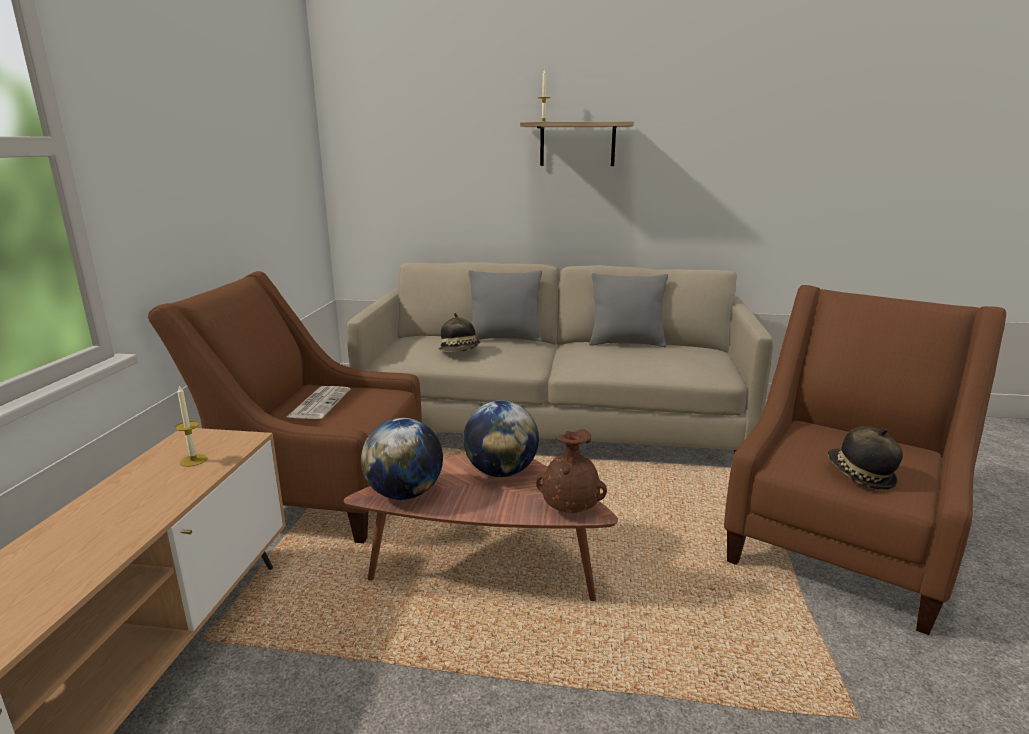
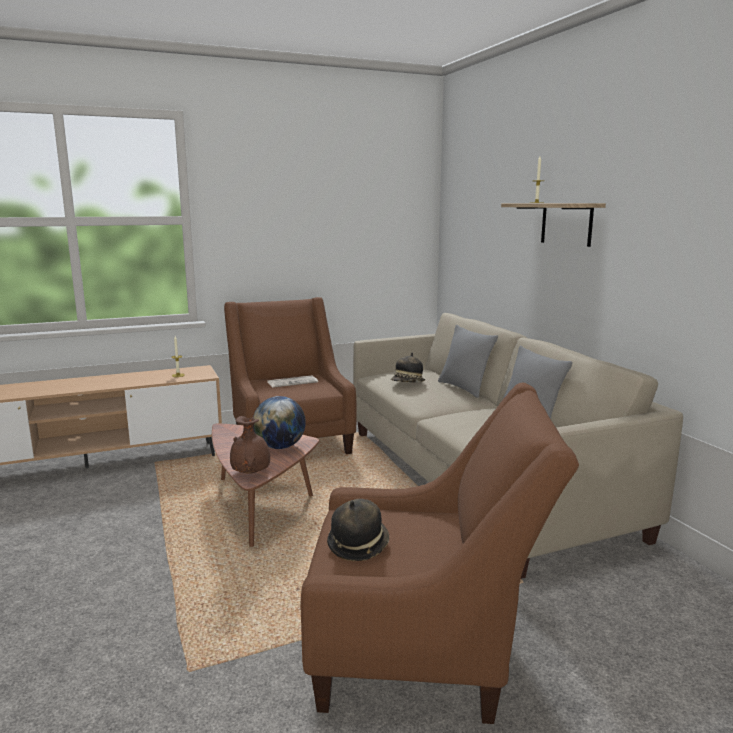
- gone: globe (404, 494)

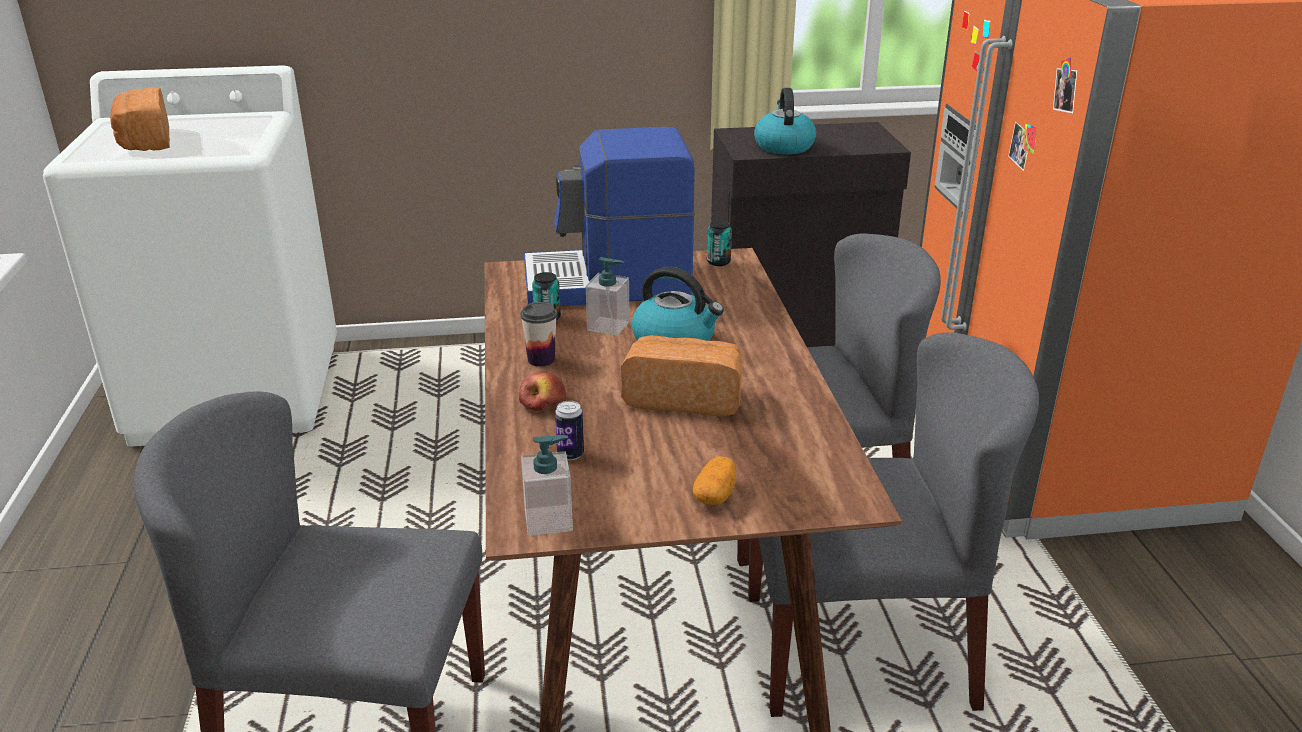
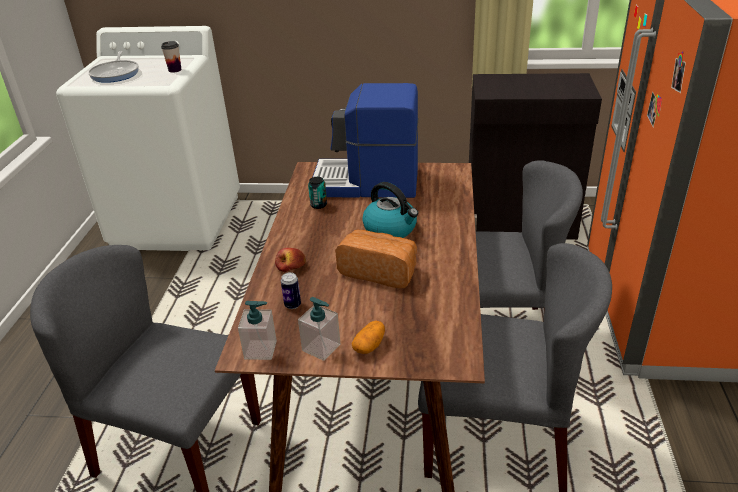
- swapped: bread (144, 141) to frying pan (116, 73)
- shifted: cup (541, 360) to (175, 70)
- shifted: soap dispenser (608, 326) to (321, 347)
- gone: can (718, 262)
- gone: kettle (783, 146)

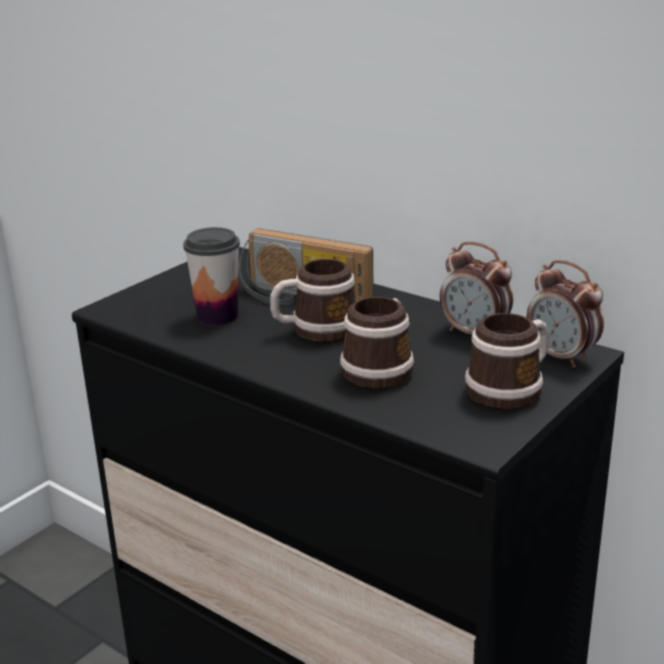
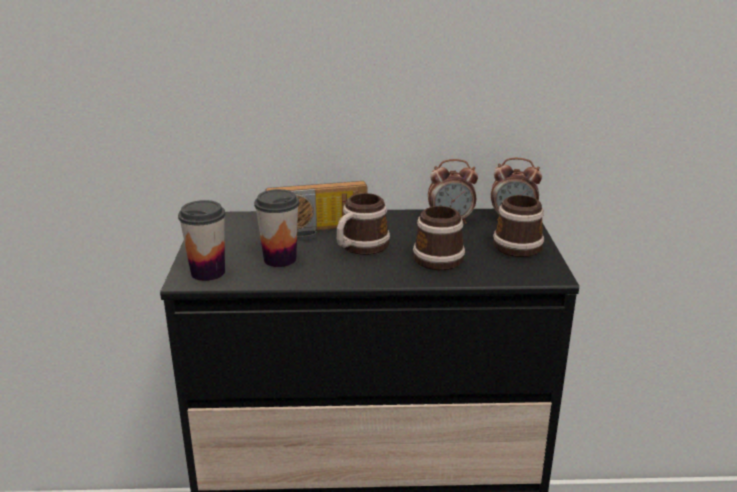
- new: cup (208, 272)

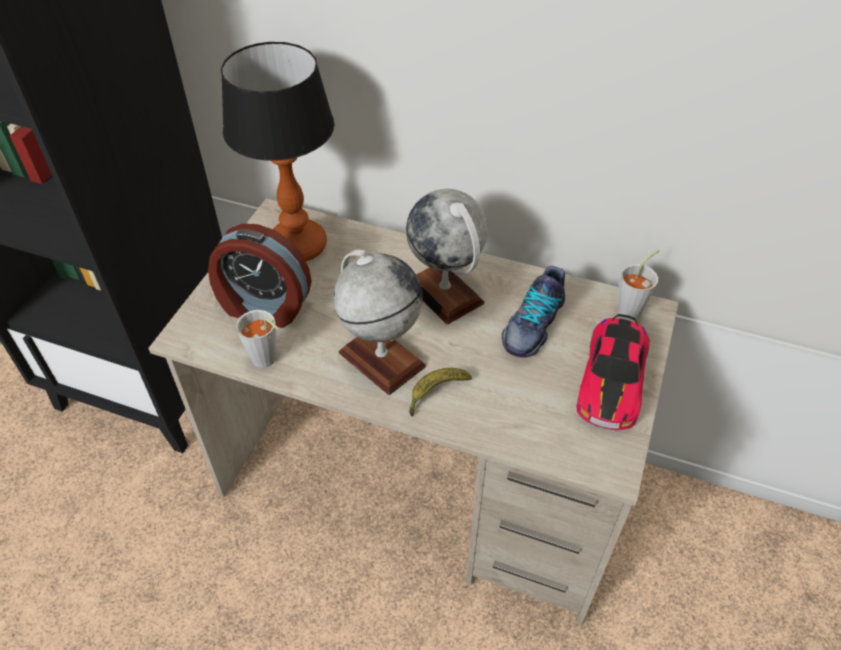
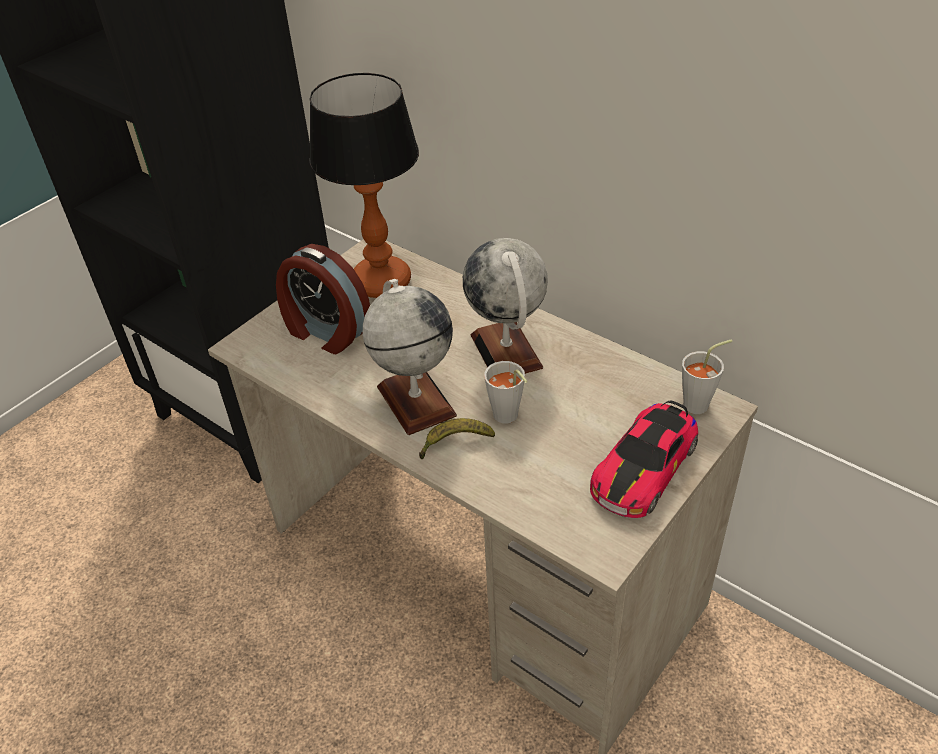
- shifted: cup (grey) (267, 362) to (508, 418)
- gone: shoe (532, 324)

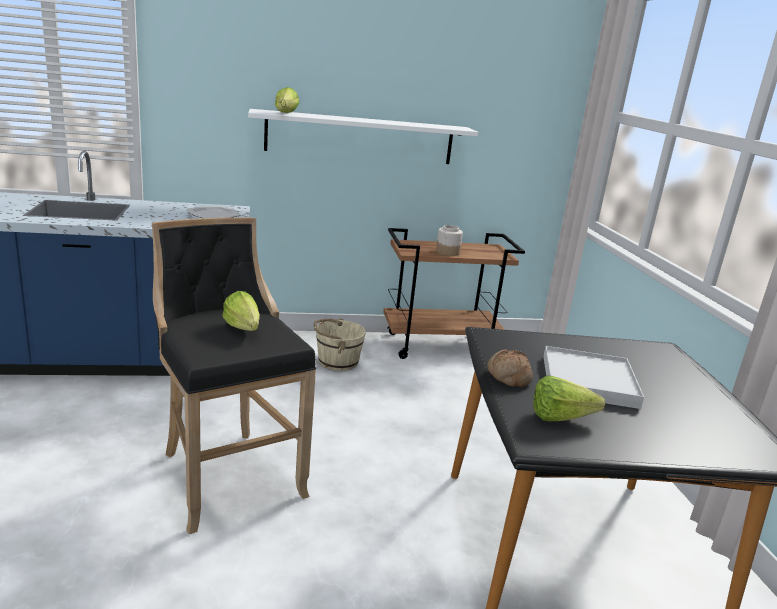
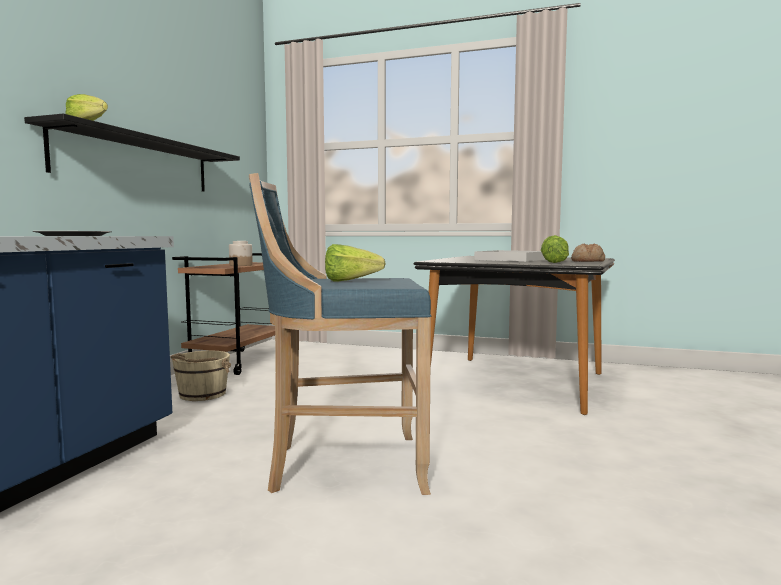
- repainted: shelf (white) (360, 138) to shelf (black) (137, 162)
- repainted: stool (black) (227, 474) to stool (blue) (342, 466)
- shifted: bread (508, 376) to (587, 261)

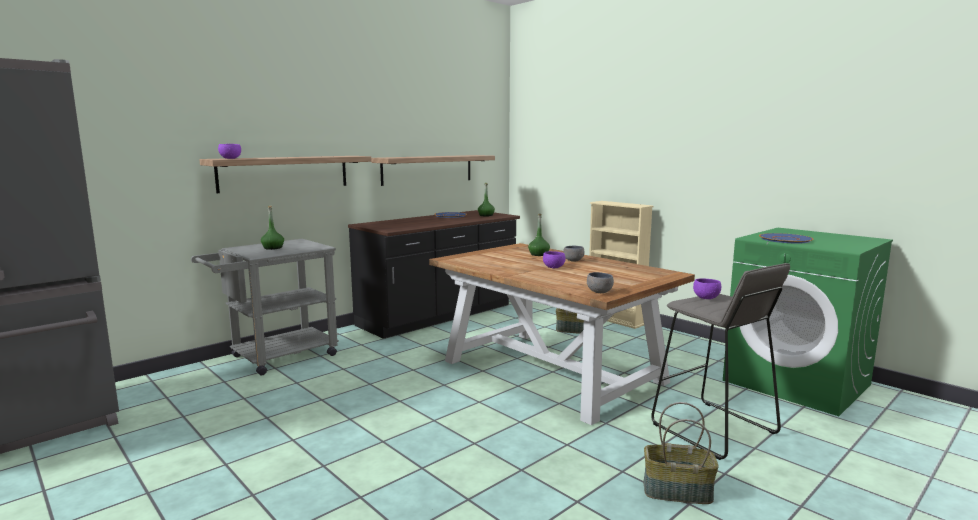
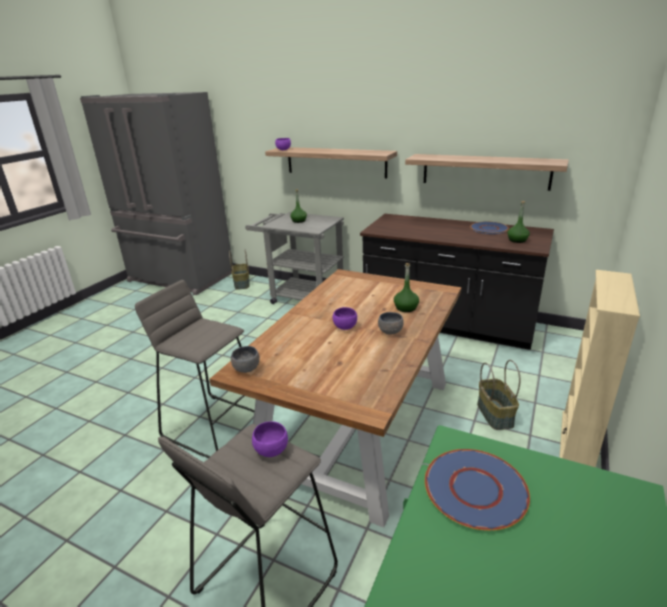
- new: stool (grey) (213, 425)
- shifted: basket (677, 492) to (241, 283)

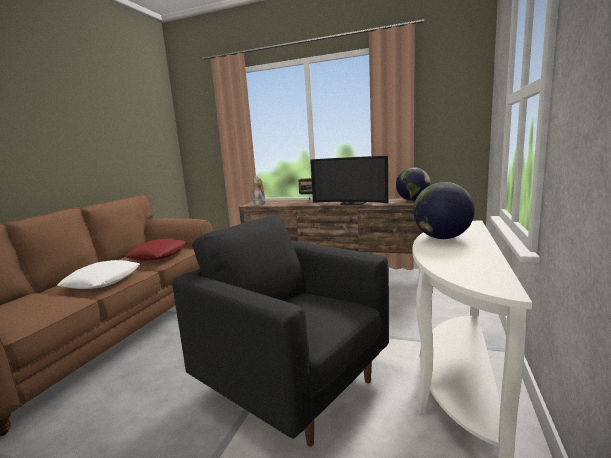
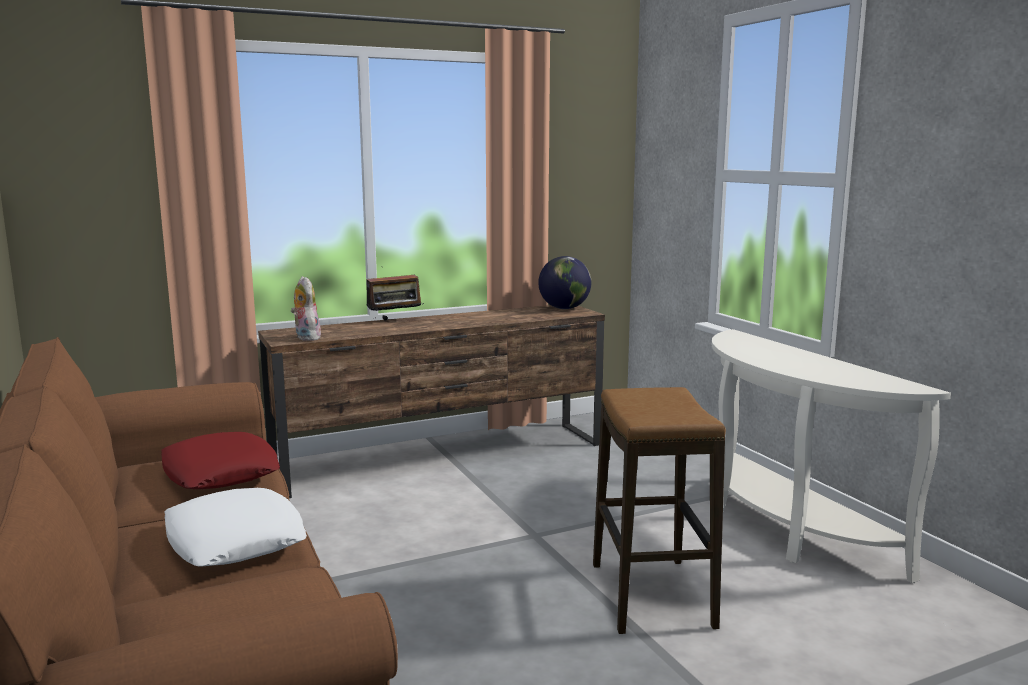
- swapped: armchair (black) (295, 385) to stool (651, 595)
- gone: television (352, 203)
- gone: globe (442, 238)

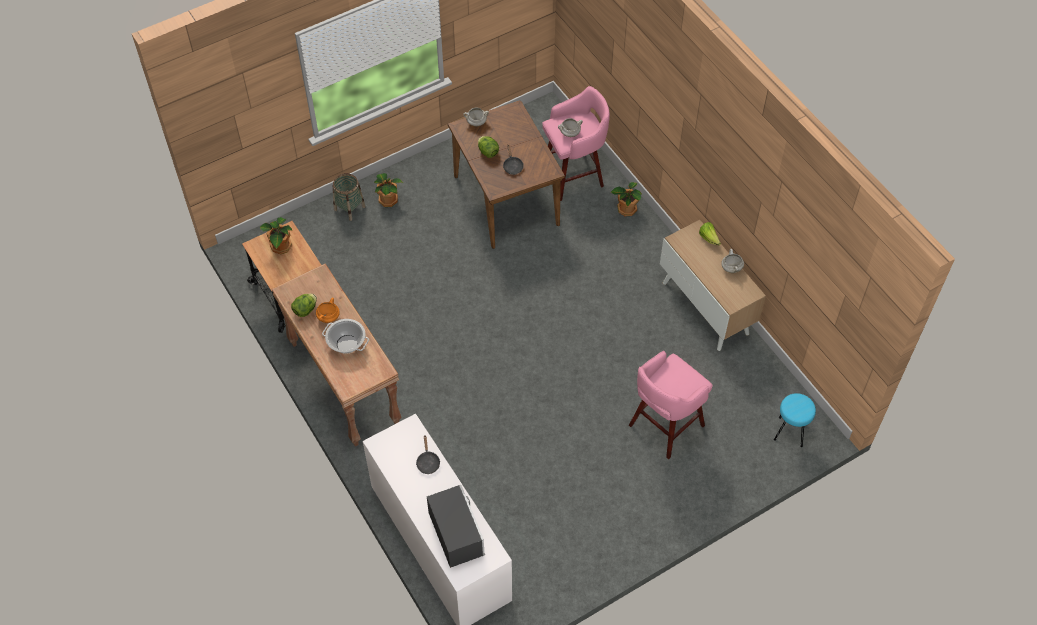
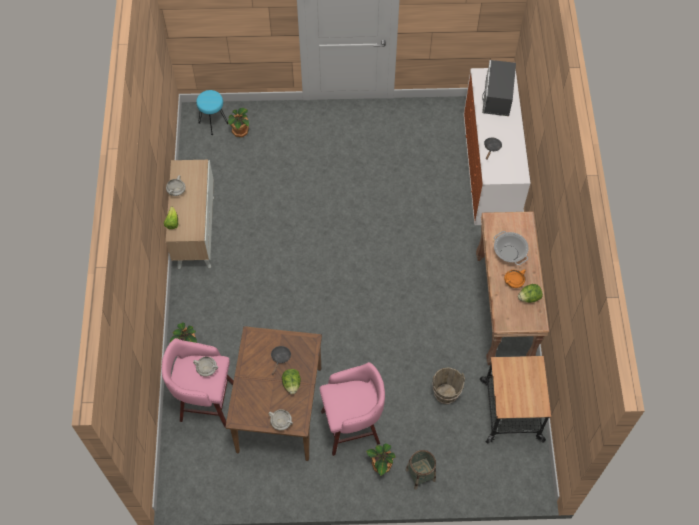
- shifted: potted plant (280, 247) to (241, 131)
- shifted: stool (pink) (664, 427) to (352, 427)
- new: bucket (brown) (445, 394)

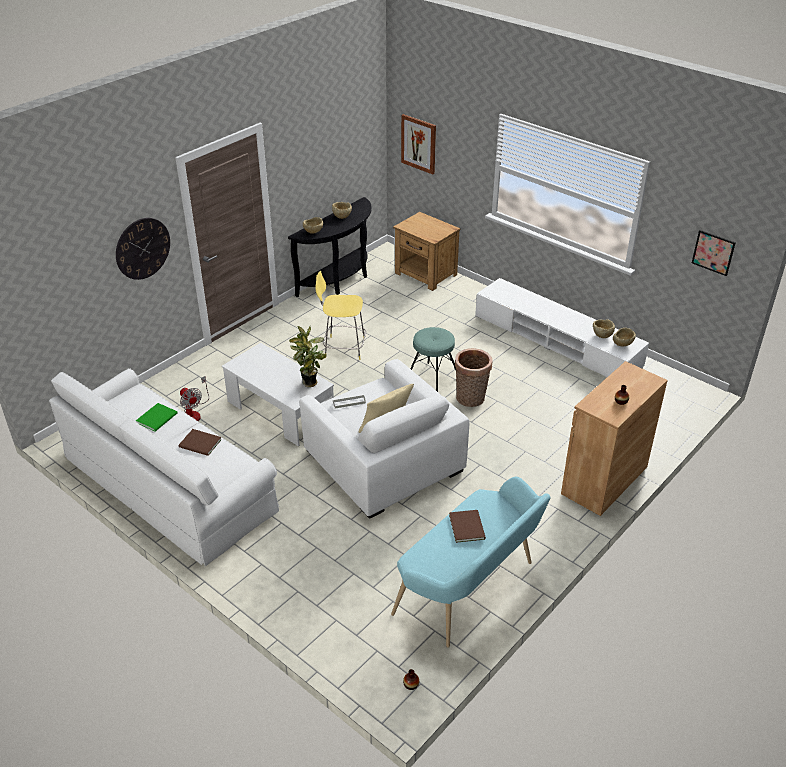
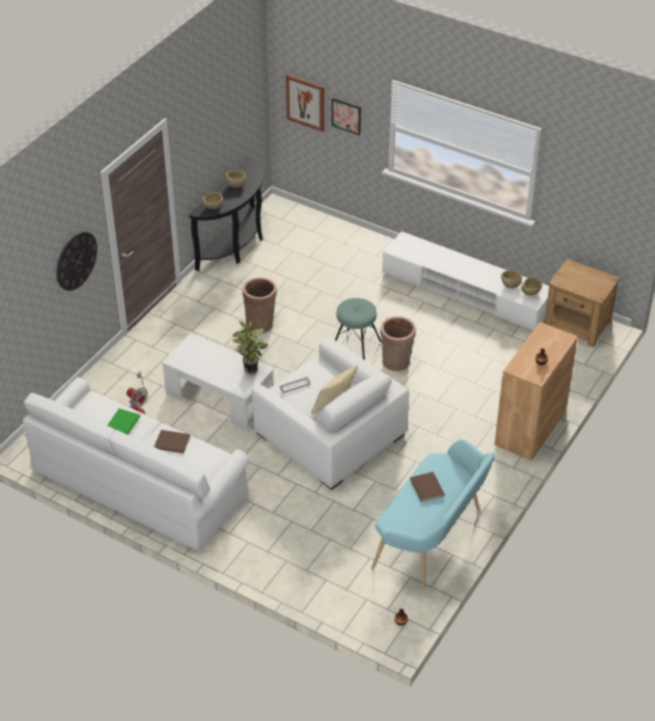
- swapped: stool (yellow) (343, 348) to basket (260, 323)
- shifted: picture (713, 252) to (346, 116)
- shifted: nightstand (brown) (426, 274) to (577, 326)

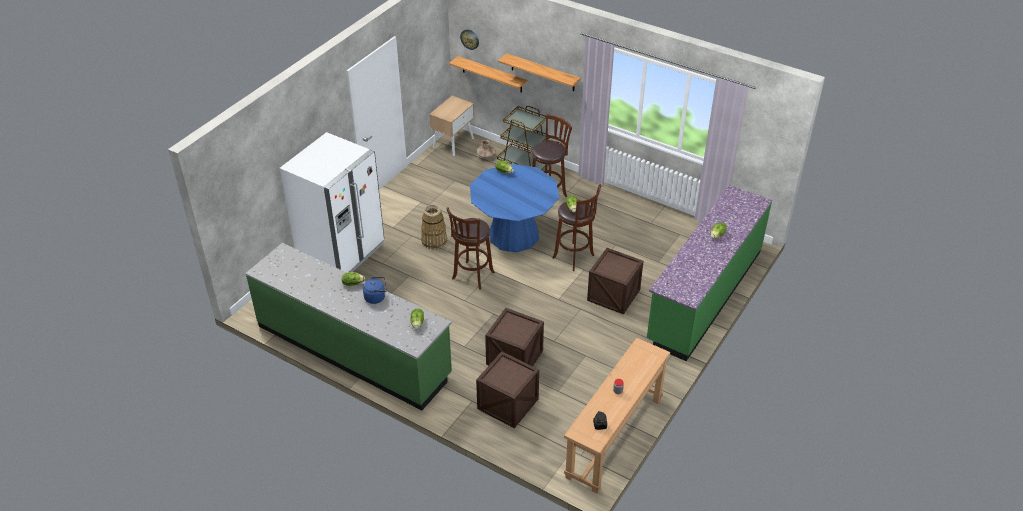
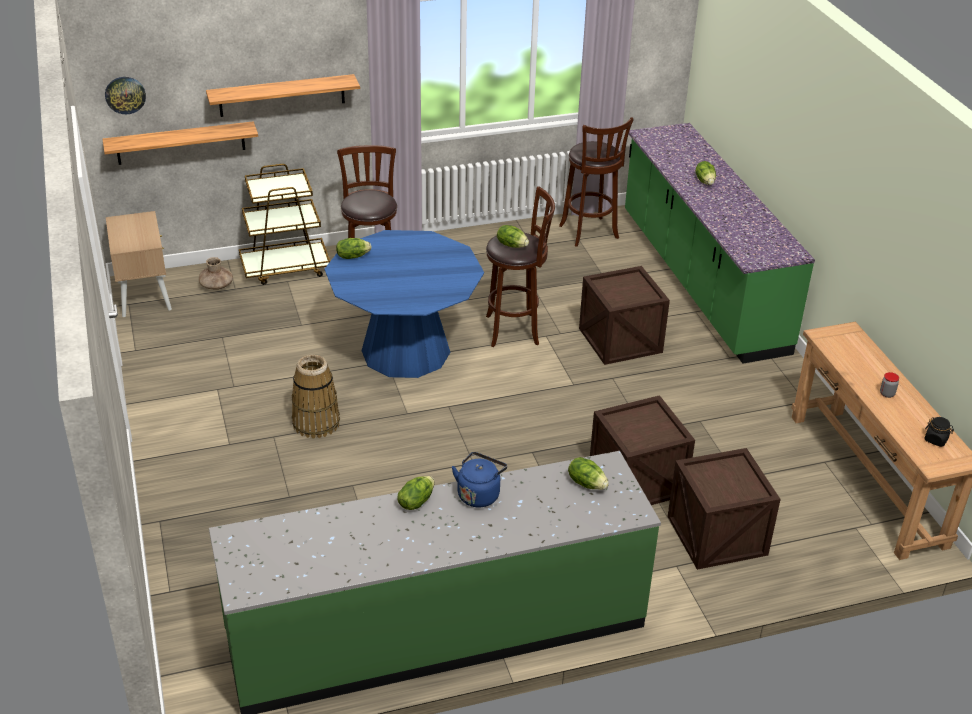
- shifted: stool (brown) (472, 277) to (590, 233)
- gone: fridge (white) (341, 253)

